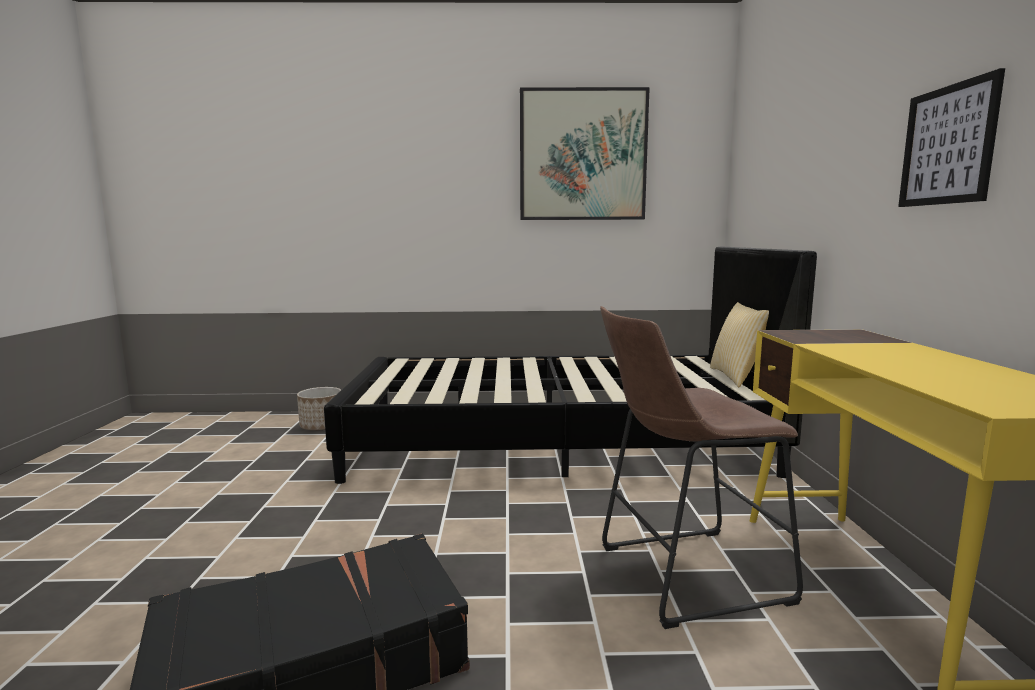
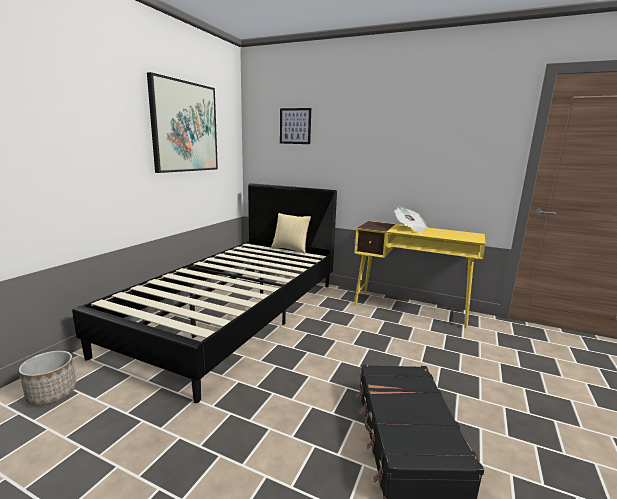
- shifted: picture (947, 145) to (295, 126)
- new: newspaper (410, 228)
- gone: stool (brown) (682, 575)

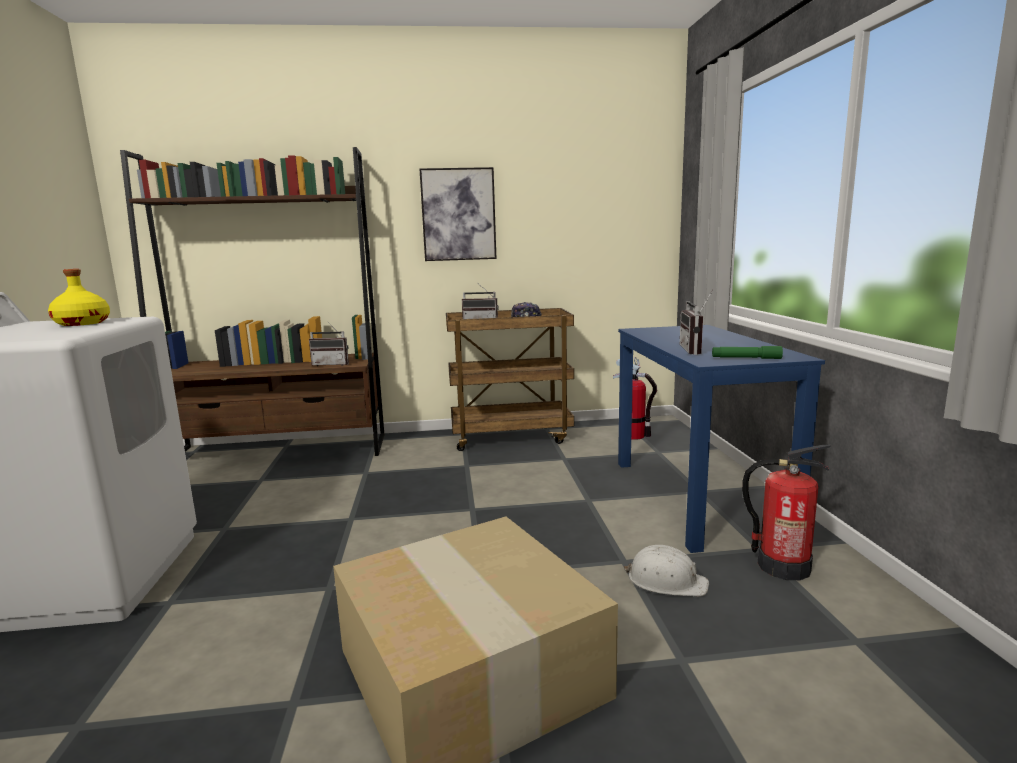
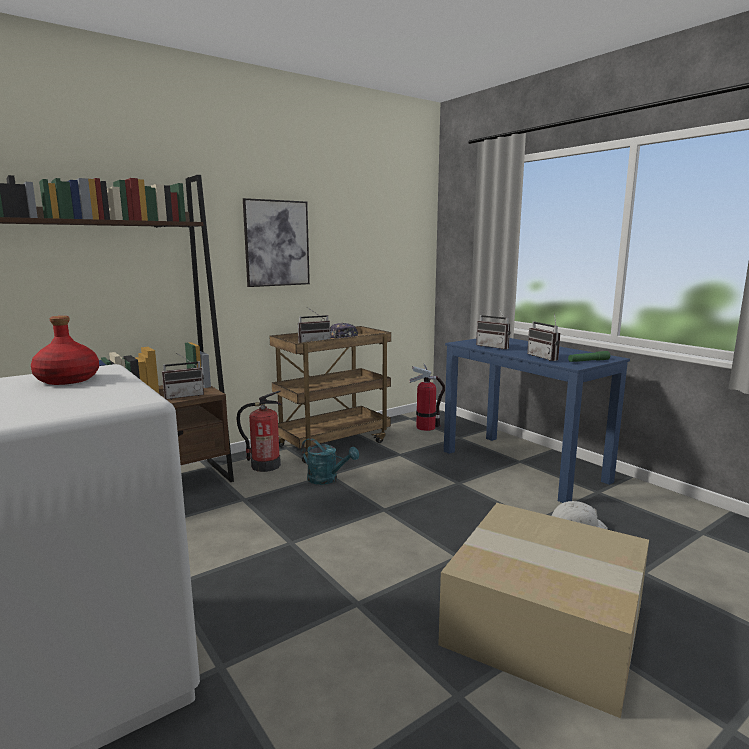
- repainted: bottle (yellow) (83, 323) to bottle (red) (68, 379)
- shifted: fire extinguisher (782, 566) to (265, 466)
- new: watering can (turquoise) (327, 479)
- new: radio (494, 347)

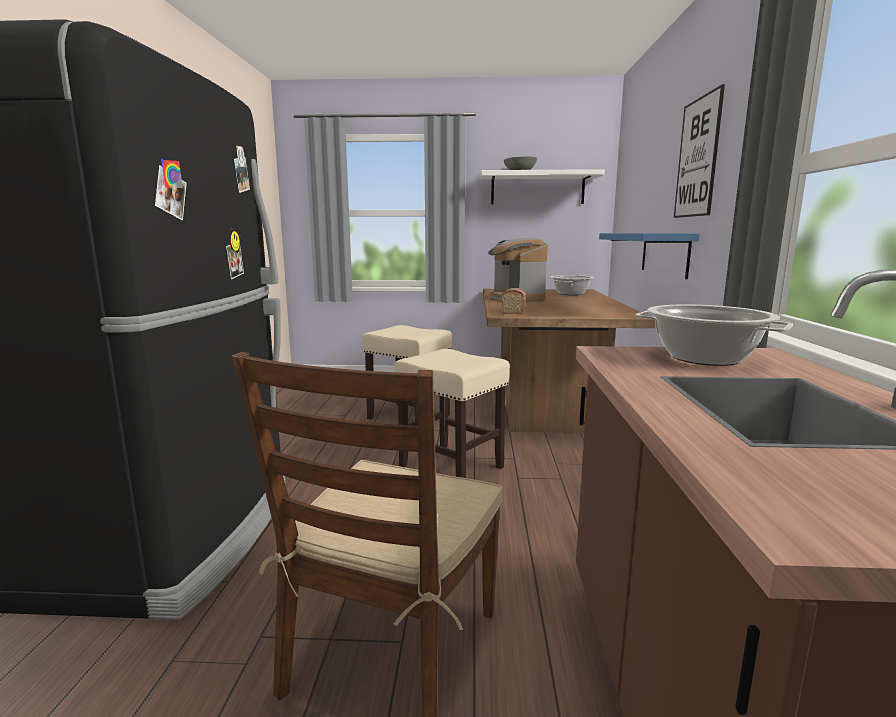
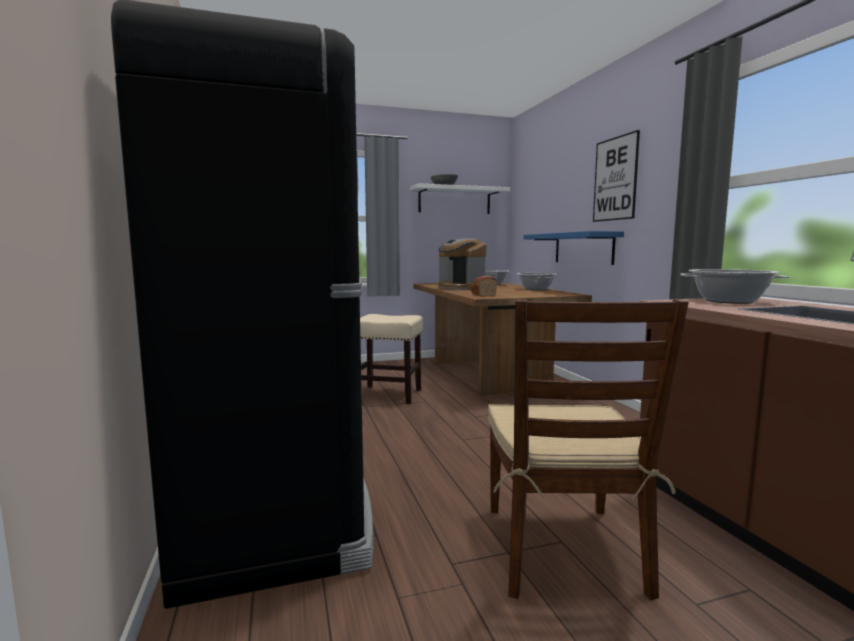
- new: cooking pot (536, 289)
- gone: stool (beige) (452, 467)

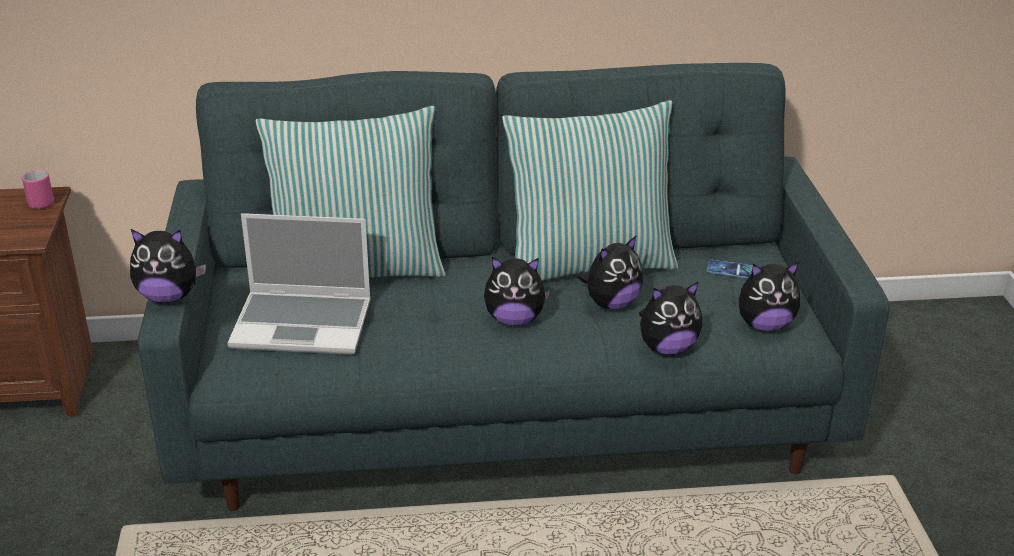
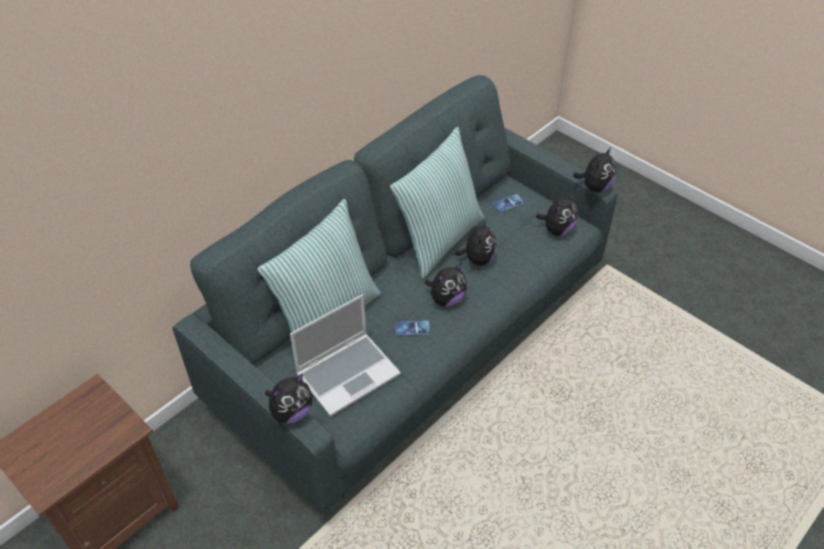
- new: phone (412, 328)
- shifted: plush toy (667, 347) to (594, 187)
- gone: mug (pink) (42, 201)

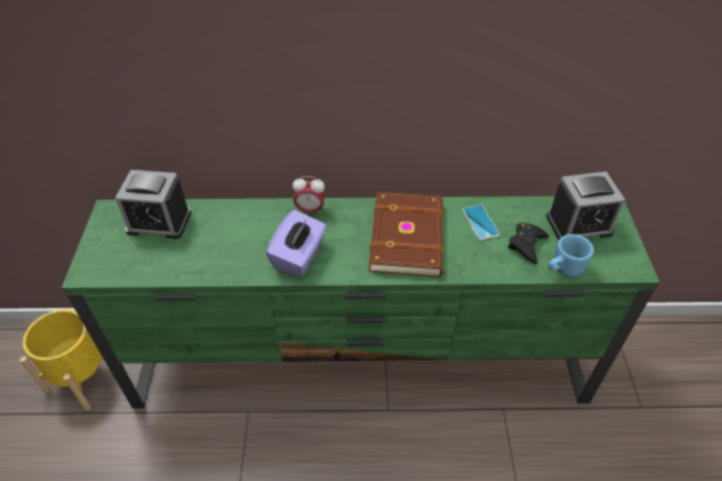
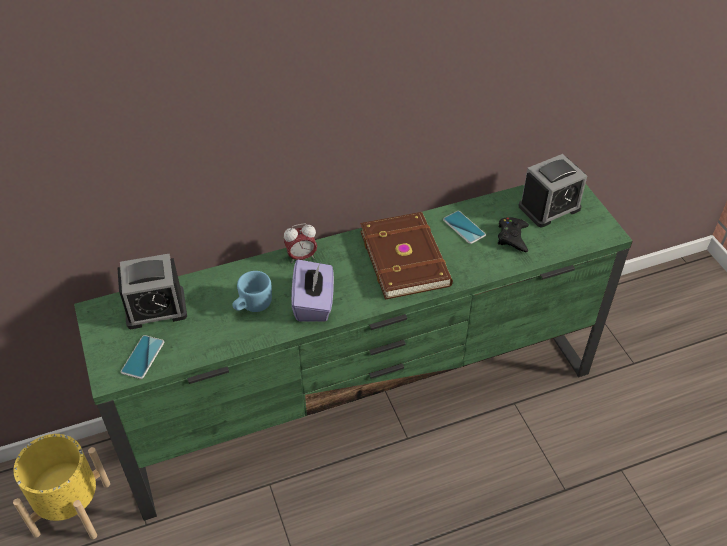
- new: phone (143, 357)
- shifted: mug (blue) (563, 268) to (252, 305)

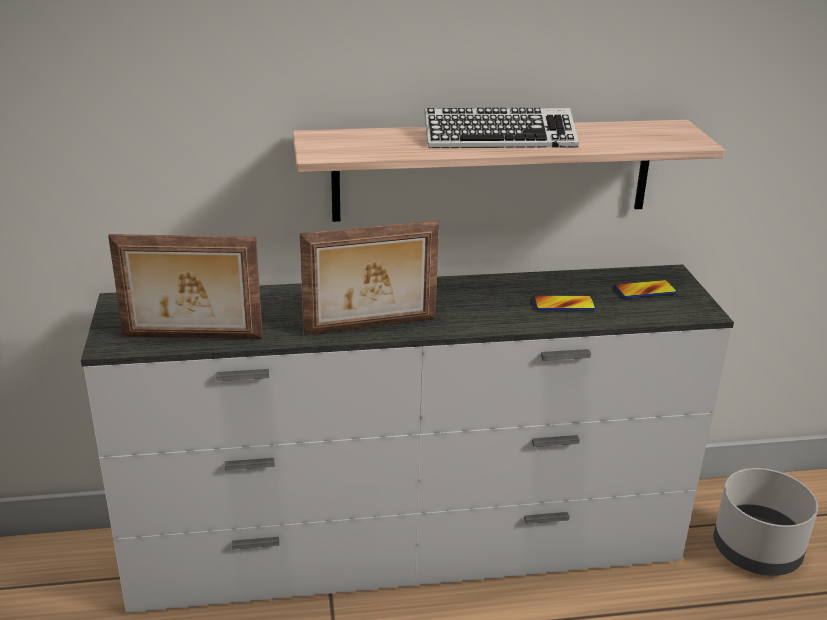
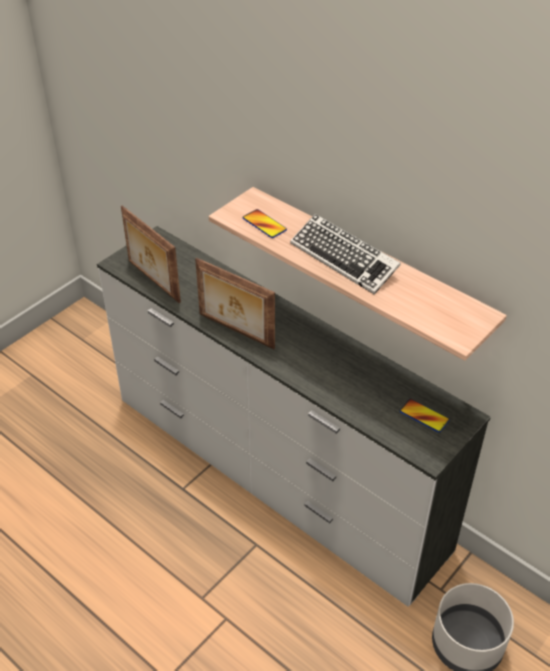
- shifted: phone (563, 304) to (264, 224)

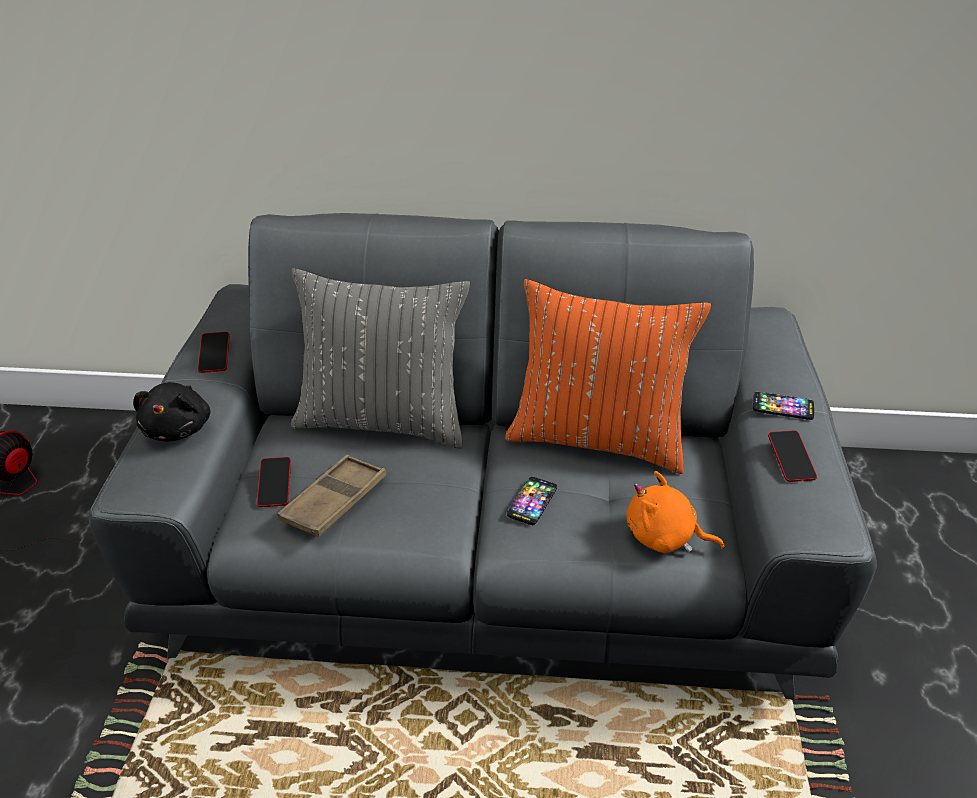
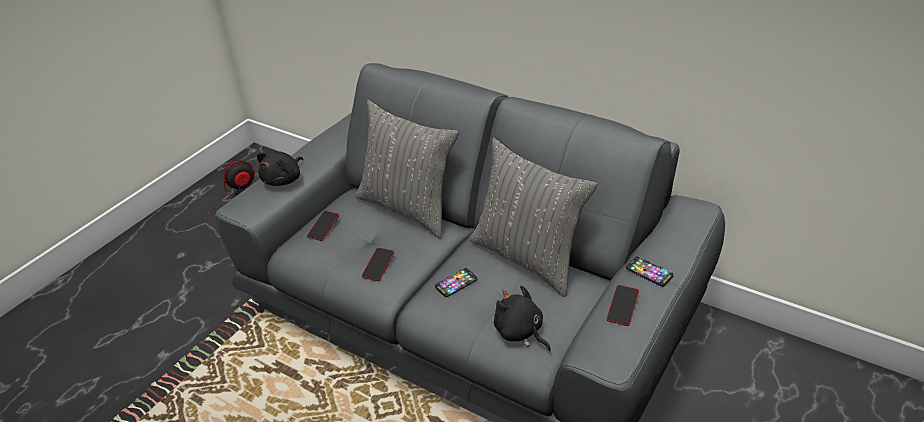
- shifted: phone (214, 355) to (378, 266)
- repainted: pillow (orange) (597, 438) to pillow (grey) (528, 257)
- repainted: plush toy (orange) (664, 537) to plush toy (black) (520, 332)
- gone: tray (brown) (334, 501)

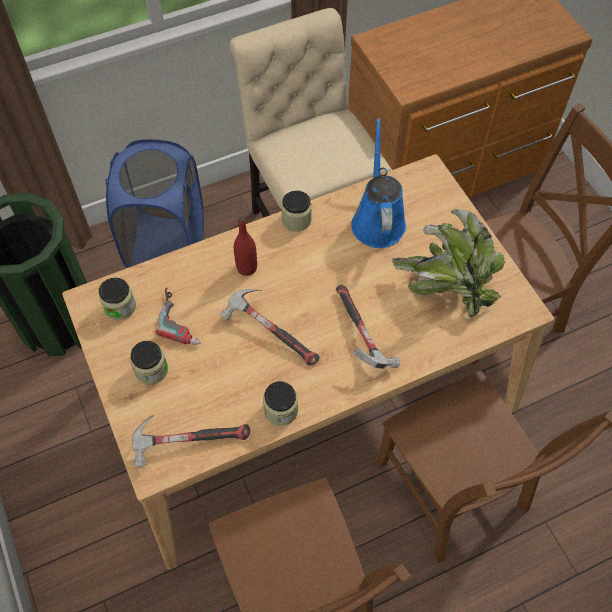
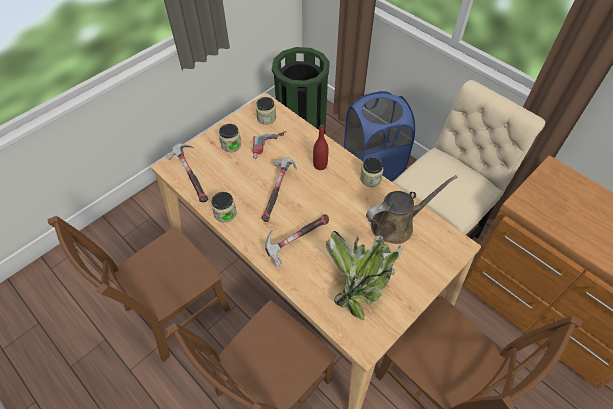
- repainted: watering can (blue) (377, 220) to watering can (brown) (396, 225)

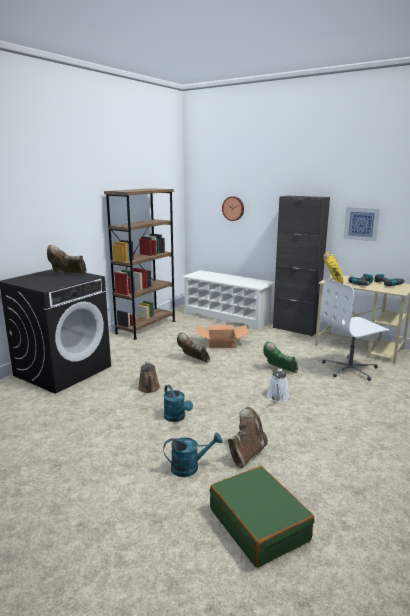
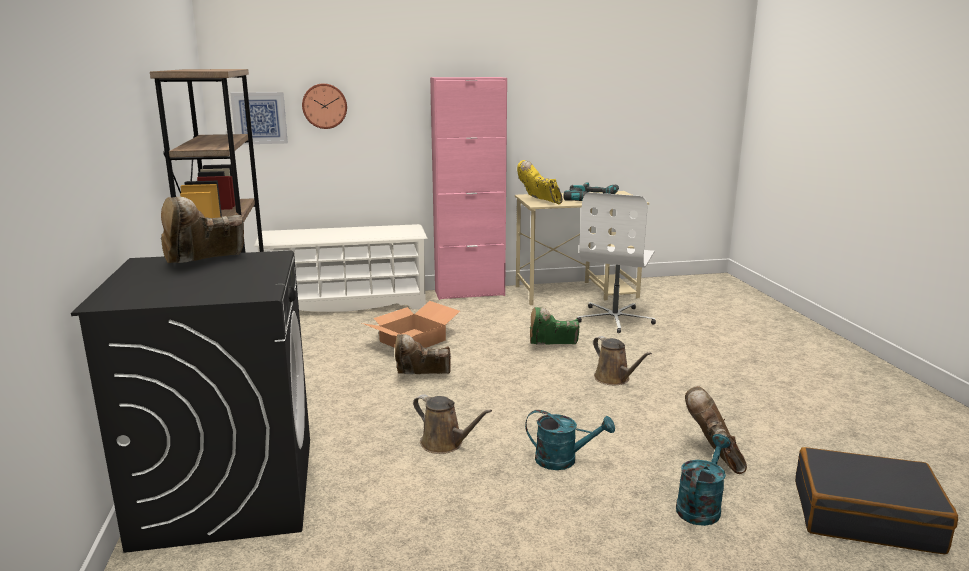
- shifted: picture (361, 223) to (259, 118)
- repainted: cabinet (black) (295, 329) to cabinet (pink) (469, 293)
- repainted: watering can (white) (278, 397) to watering can (brown) (614, 379)
- repainted: suitcase (green) (259, 524) to suitcase (black) (865, 515)

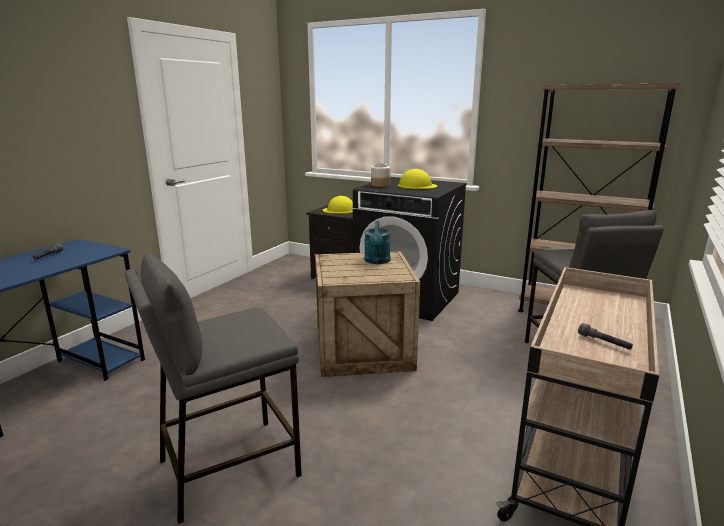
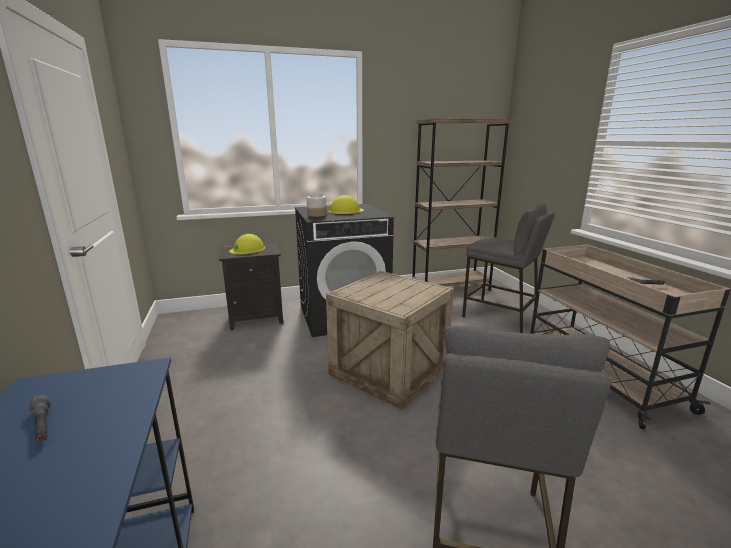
- gone: watering can (turquoise) (377, 261)

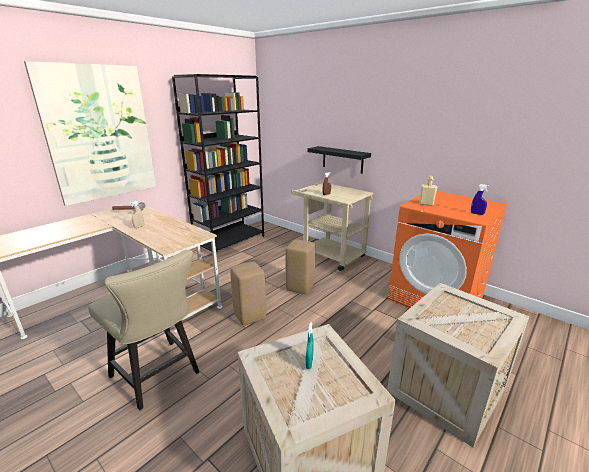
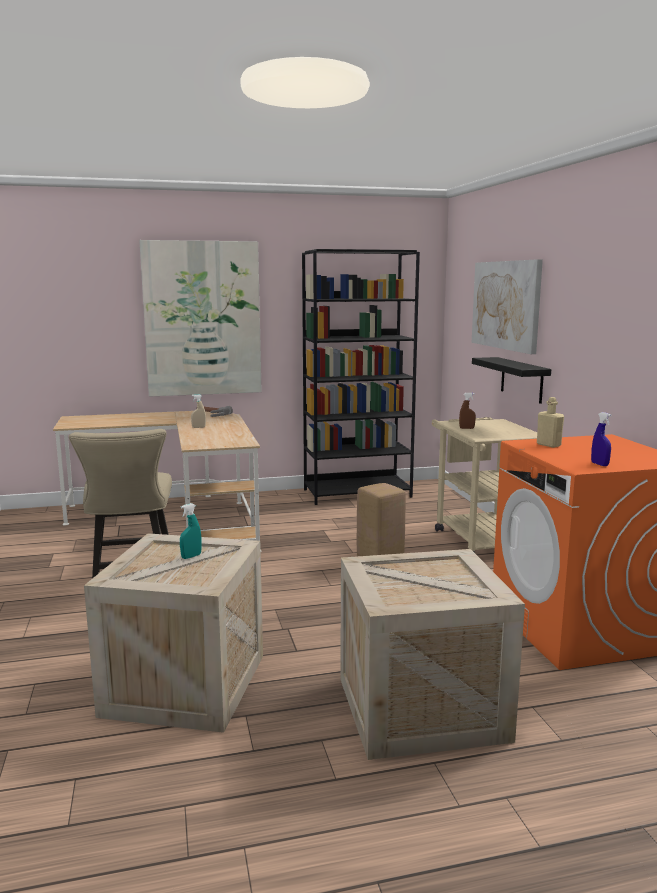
- new: picture (506, 305)
- gone: stool (beige) (250, 316)

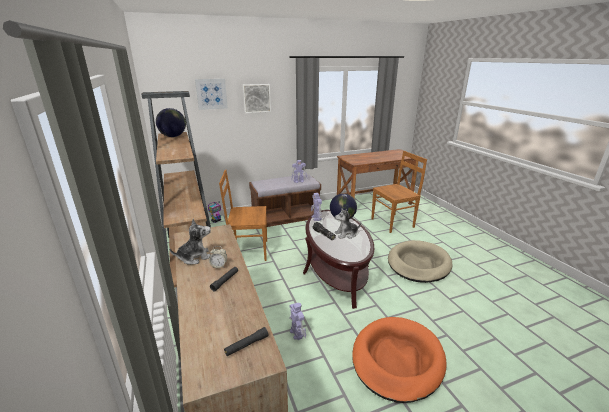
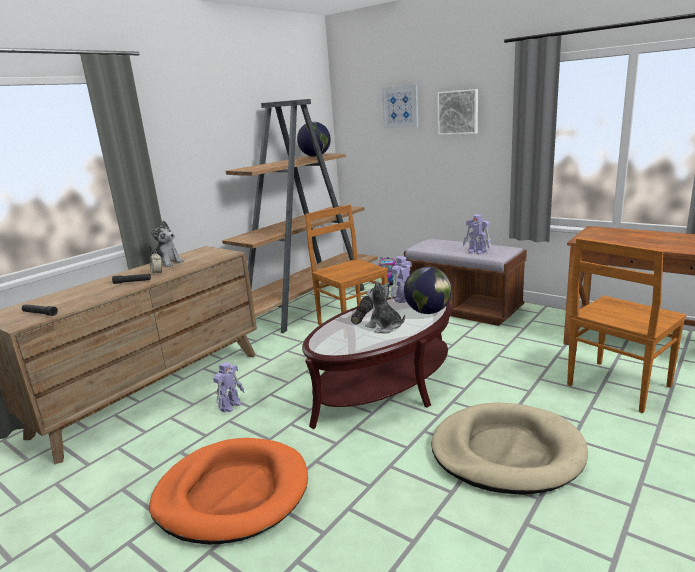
- rotated: chair (brown) (393, 223) = (616, 386) 105 degrees clockwise

